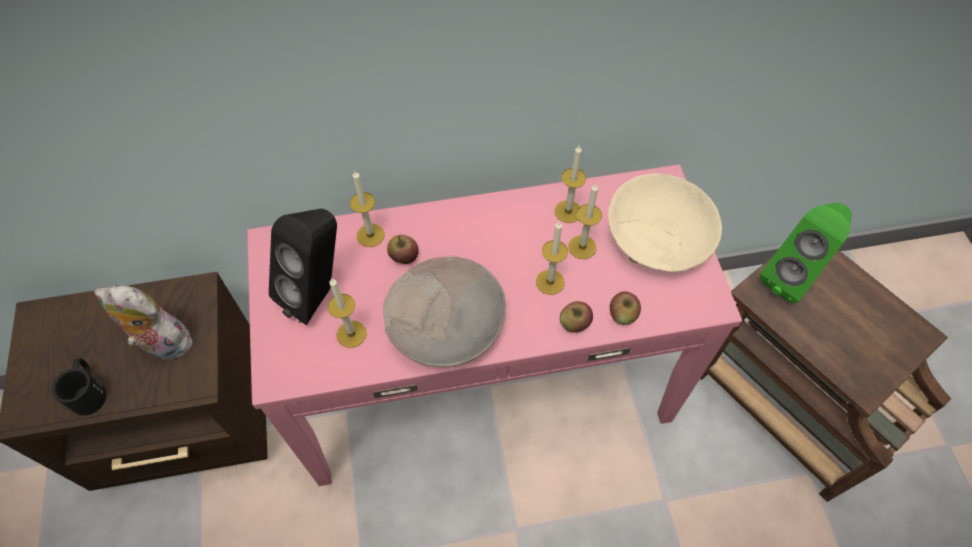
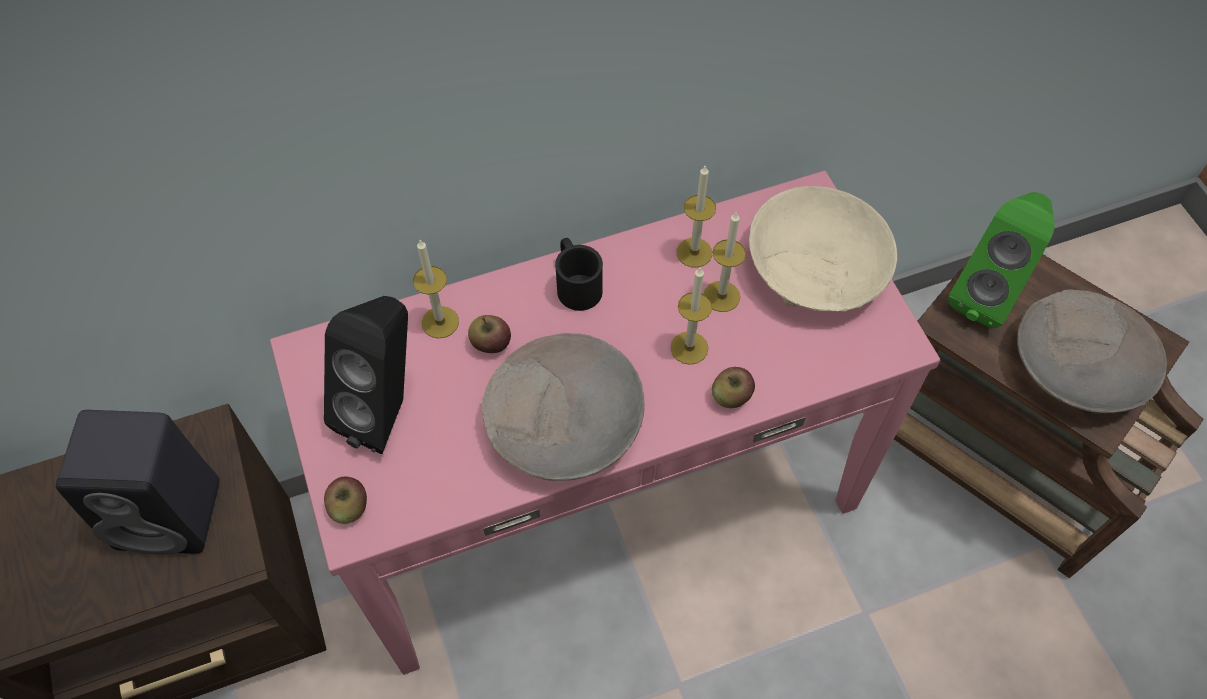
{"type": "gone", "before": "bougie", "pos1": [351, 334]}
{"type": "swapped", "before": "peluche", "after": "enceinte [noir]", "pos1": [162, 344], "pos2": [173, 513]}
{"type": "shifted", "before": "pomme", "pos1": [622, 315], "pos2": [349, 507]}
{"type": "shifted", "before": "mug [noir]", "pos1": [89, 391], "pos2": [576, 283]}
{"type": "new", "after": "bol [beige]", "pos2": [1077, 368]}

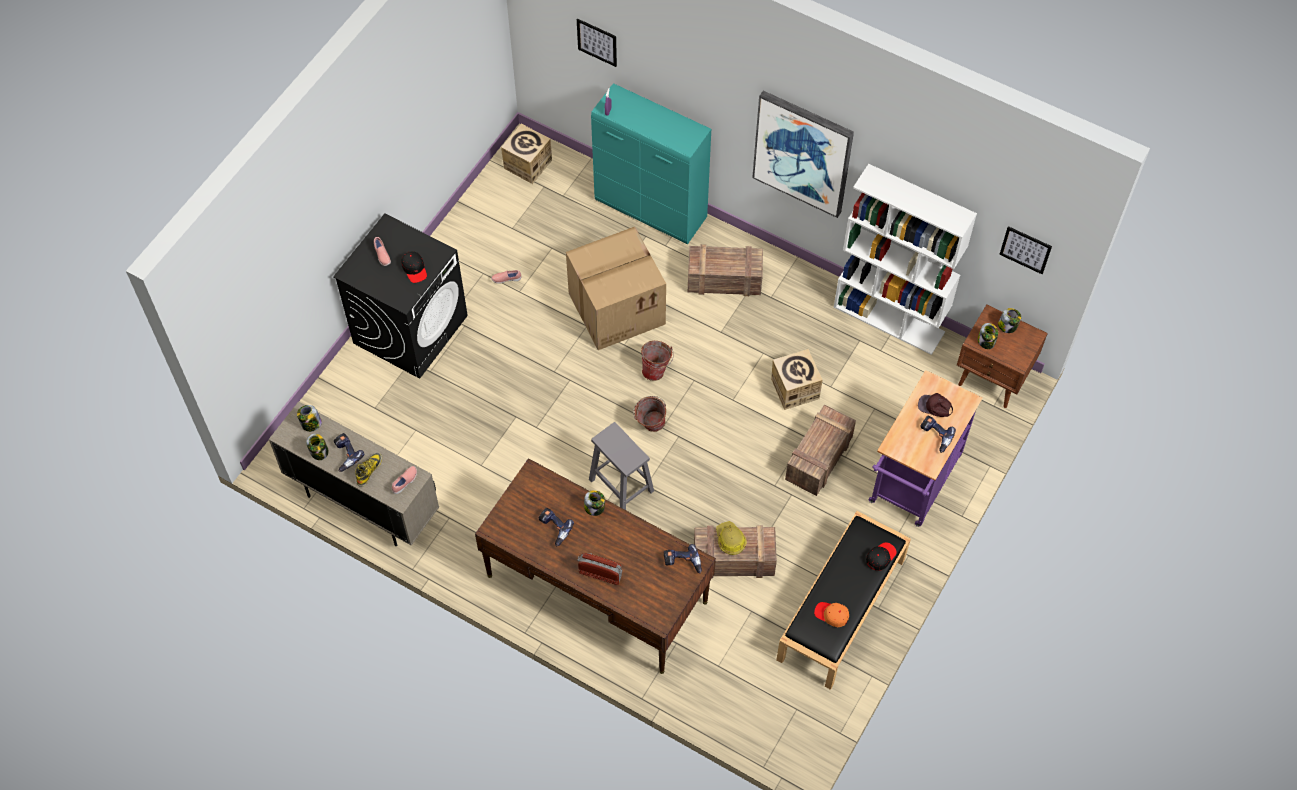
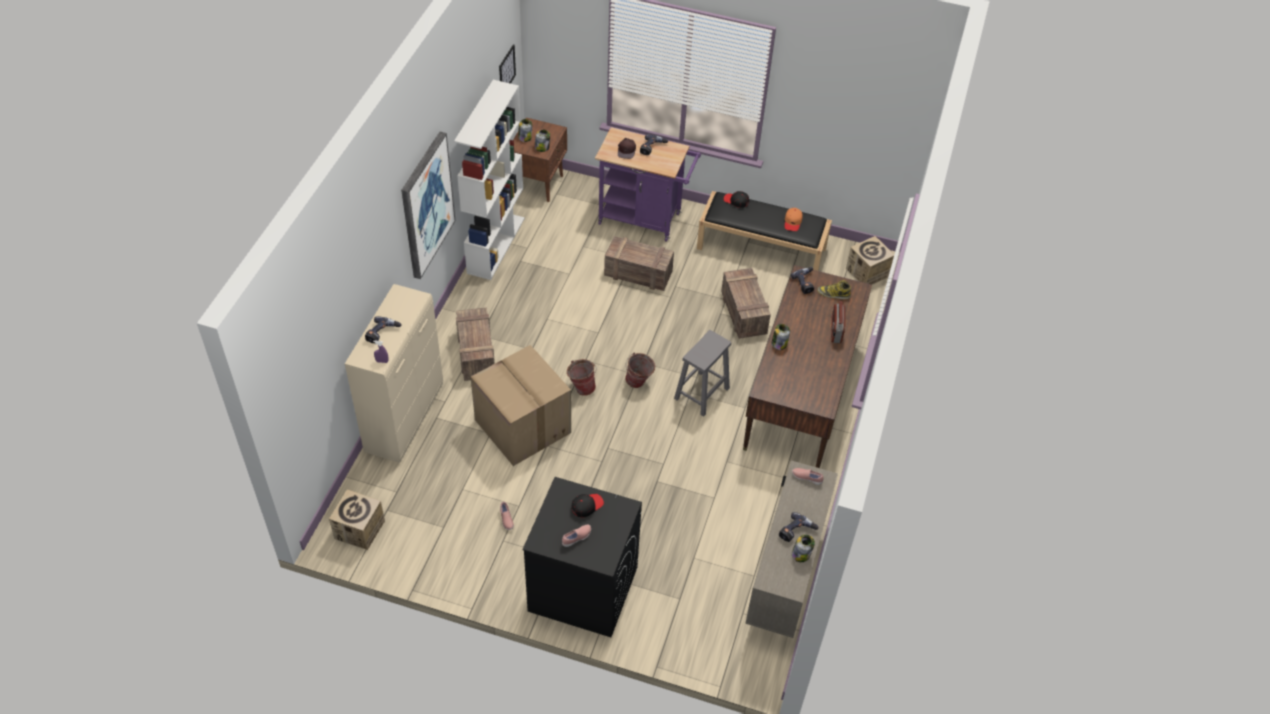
{"type": "gone", "before": "tableau", "pos1": [597, 42]}
{"type": "repainted", "before": "meuble de rangement [turquoise]", "after": "meuble de rangement [beige]", "pos1": [651, 210], "pos2": [405, 418]}
{"type": "shifted", "before": "carton", "pos1": [794, 389], "pos2": [867, 272]}
{"type": "gone", "before": "bocal", "pos1": [311, 424]}
{"type": "shifted", "before": "botte", "pos1": [369, 470], "pos2": [833, 294]}
{"type": "shifted", "before": "perceuse", "pos1": [553, 529], "pos2": [382, 333]}
{"type": "gone", "before": "casque de chantier", "pos1": [730, 540]}

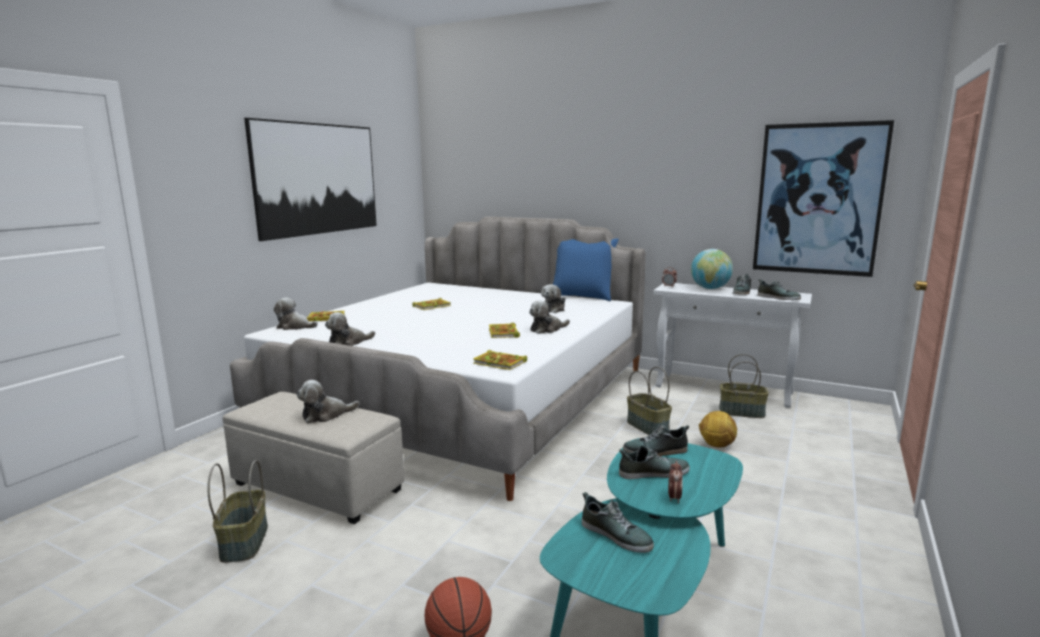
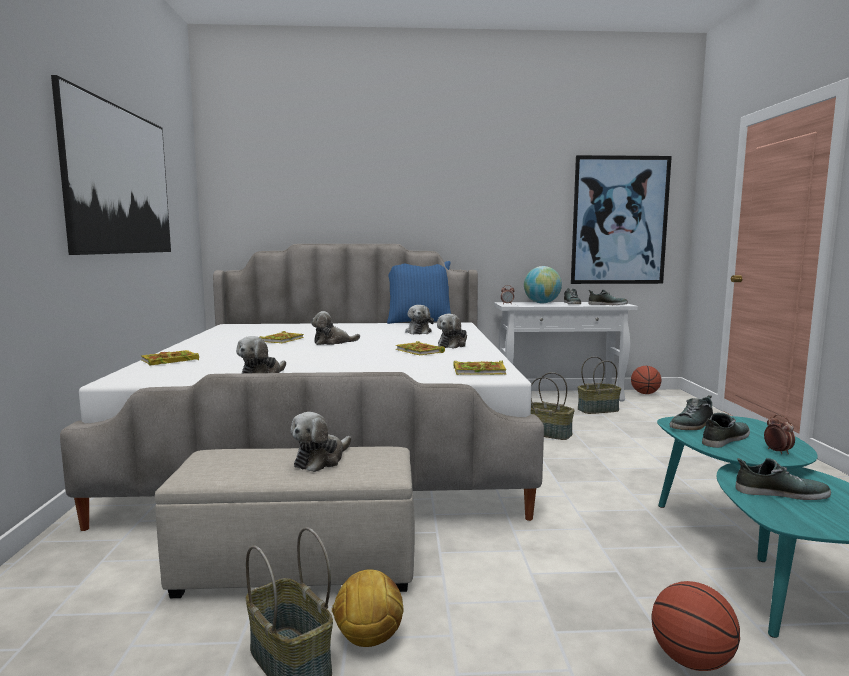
{"type": "shifted", "before": "peluche", "pos1": [295, 327], "pos2": [332, 342]}
{"type": "shifted", "before": "ballon de foot", "pos1": [716, 445], "pos2": [368, 639]}
{"type": "new", "after": "ballon de basket", "pos2": [645, 393]}

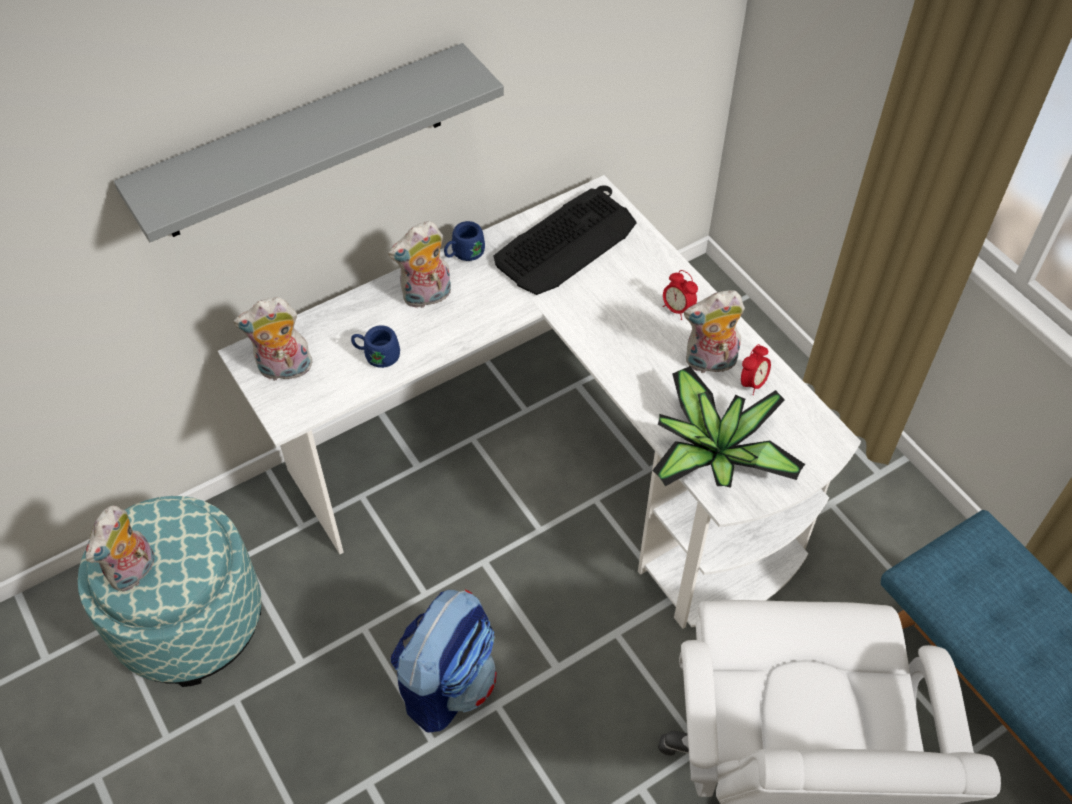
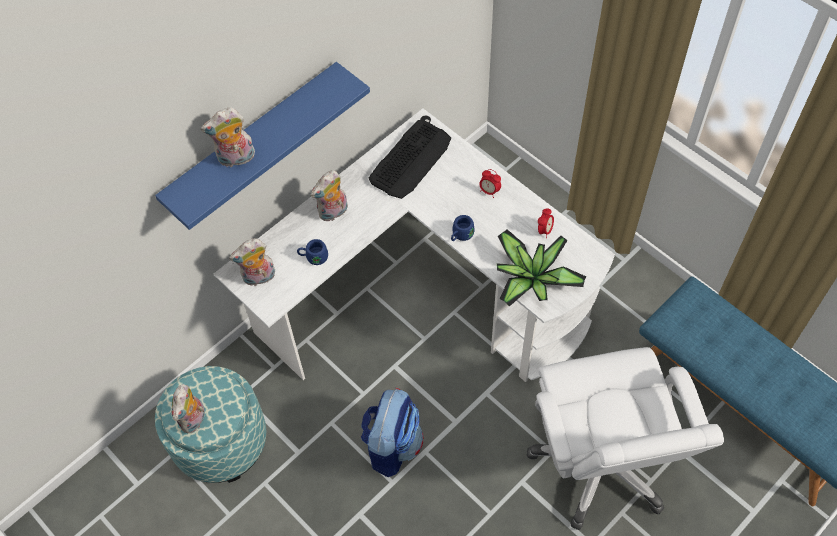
{"type": "repainted", "before": "étagère [gris]", "after": "étagère [bleu]", "pos1": [304, 143], "pos2": [253, 143]}
{"type": "shifted", "before": "mug [bleu]", "pos1": [463, 254], "pos2": [460, 235]}
{"type": "shifted", "before": "peluche", "pos1": [709, 363], "pos2": [236, 159]}

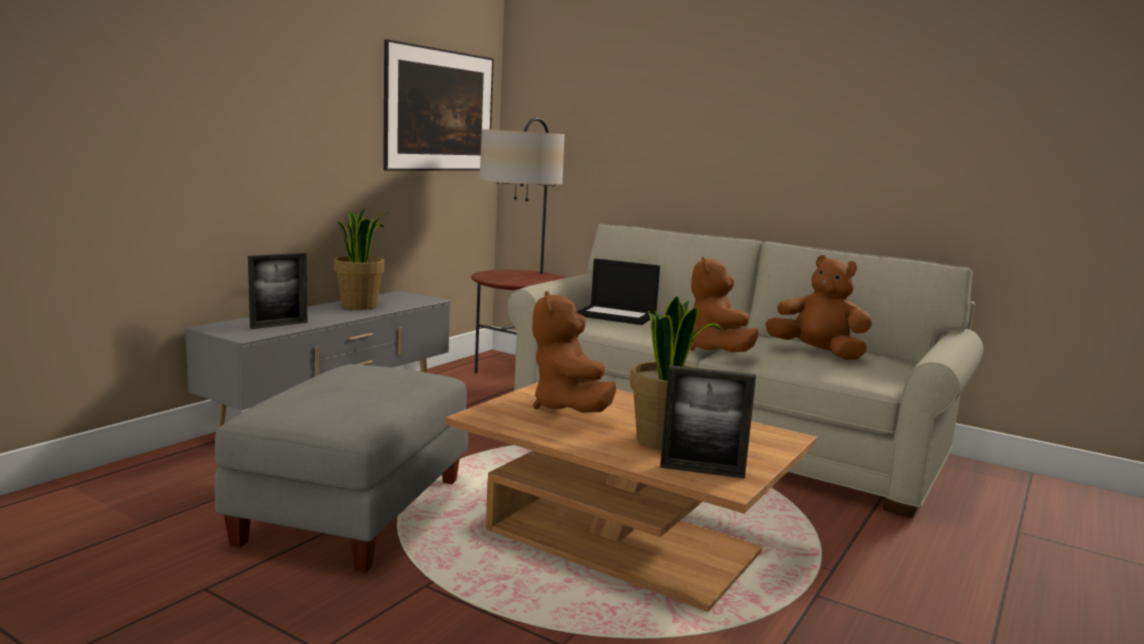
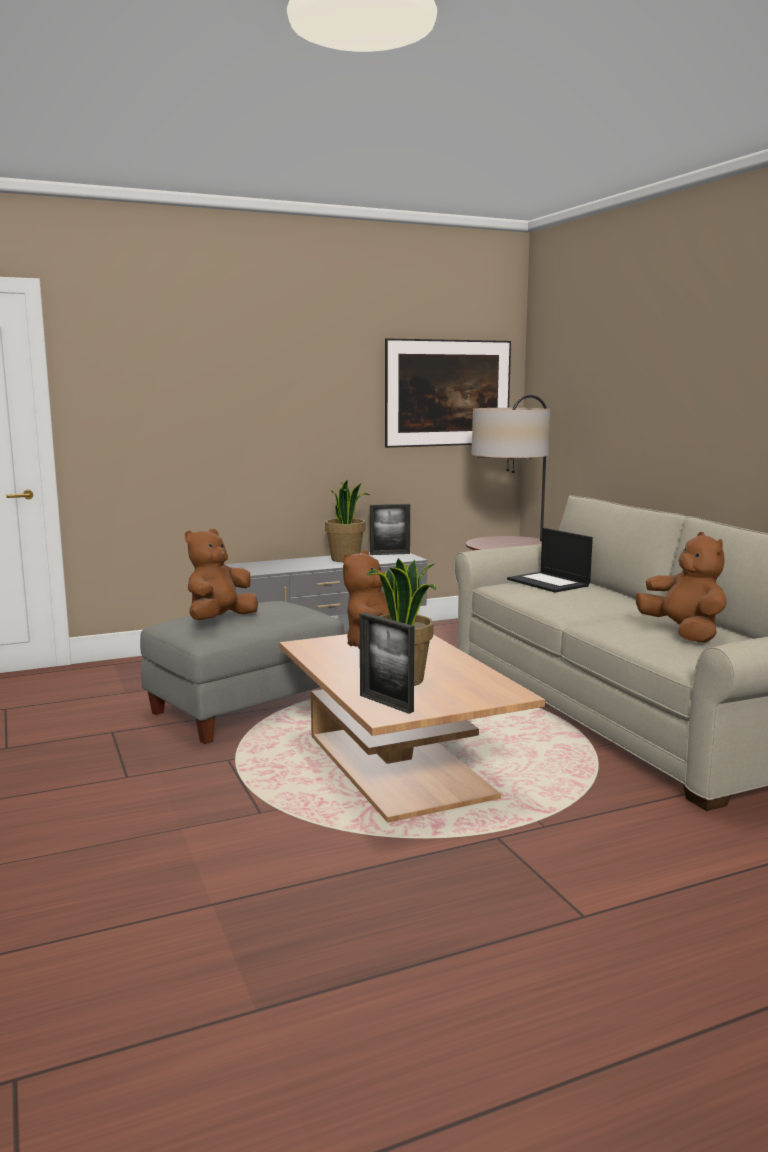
{"type": "shifted", "before": "cadre photo", "pos1": [279, 325], "pos2": [390, 554]}
{"type": "shifted", "before": "peluche [marron]", "pos1": [718, 351], "pos2": [219, 620]}

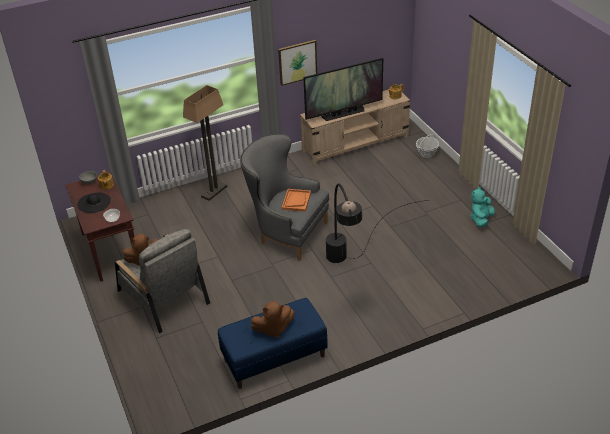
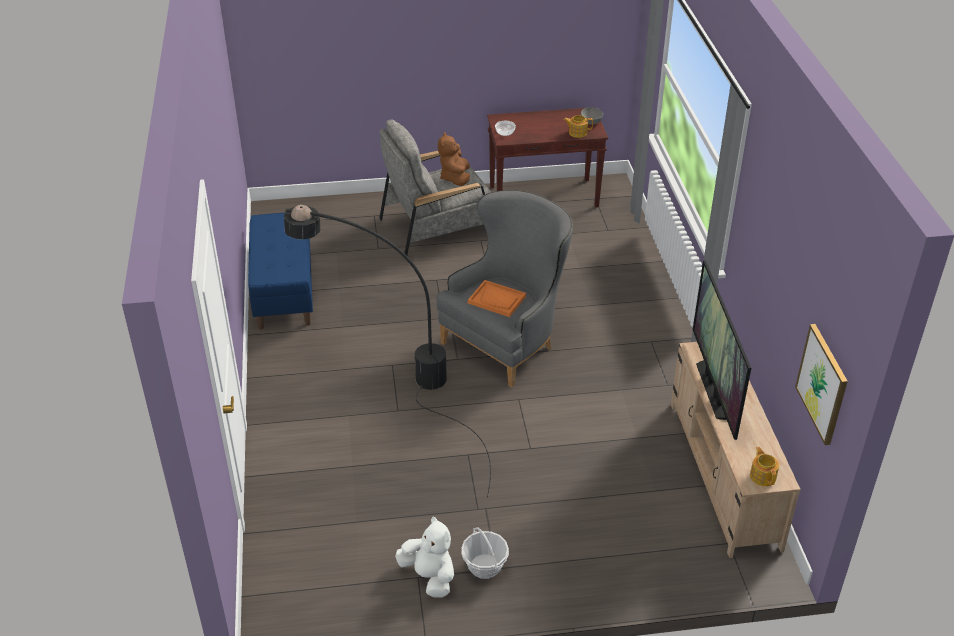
{"type": "shifted", "before": "tableau", "pos1": [297, 62], "pos2": [822, 384]}
{"type": "gone", "before": "lampadaire", "pos1": [214, 191]}
{"type": "shifted", "before": "panier", "pos1": [426, 153], "pos2": [484, 566]}
{"type": "repainted", "before": "peluche [turquoise]", "after": "peluche [blanc]", "pos1": [481, 219], "pos2": [429, 576]}
{"type": "gone", "before": "chapeau [noir]", "pos1": [94, 203]}
{"type": "gone", "before": "peluche [marron]", "pos1": [273, 329]}

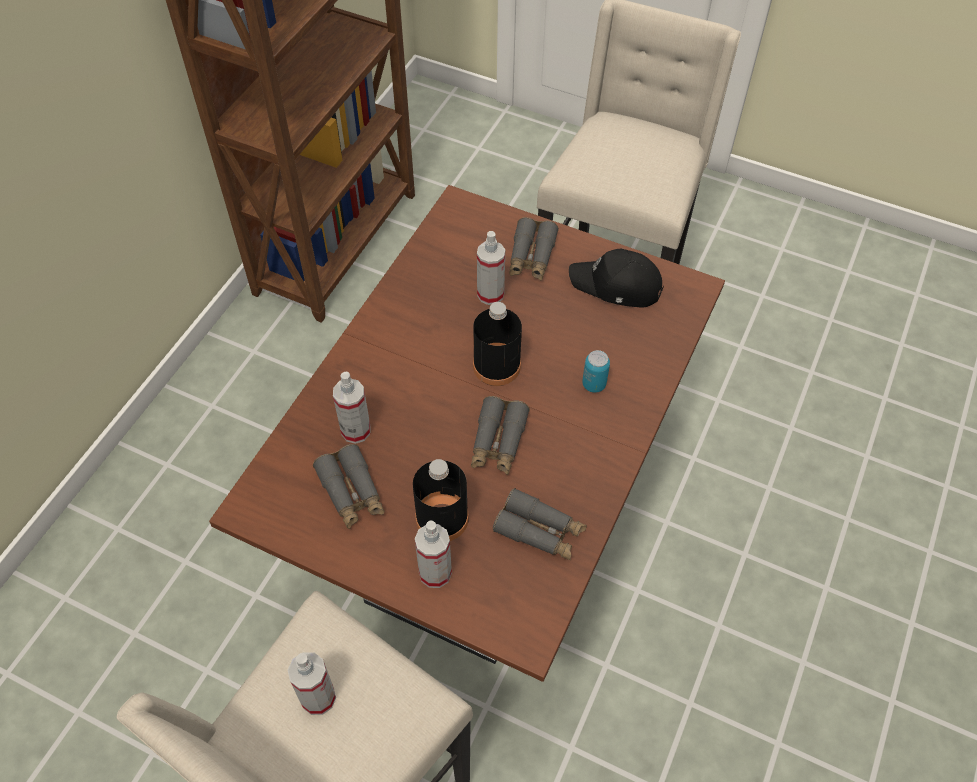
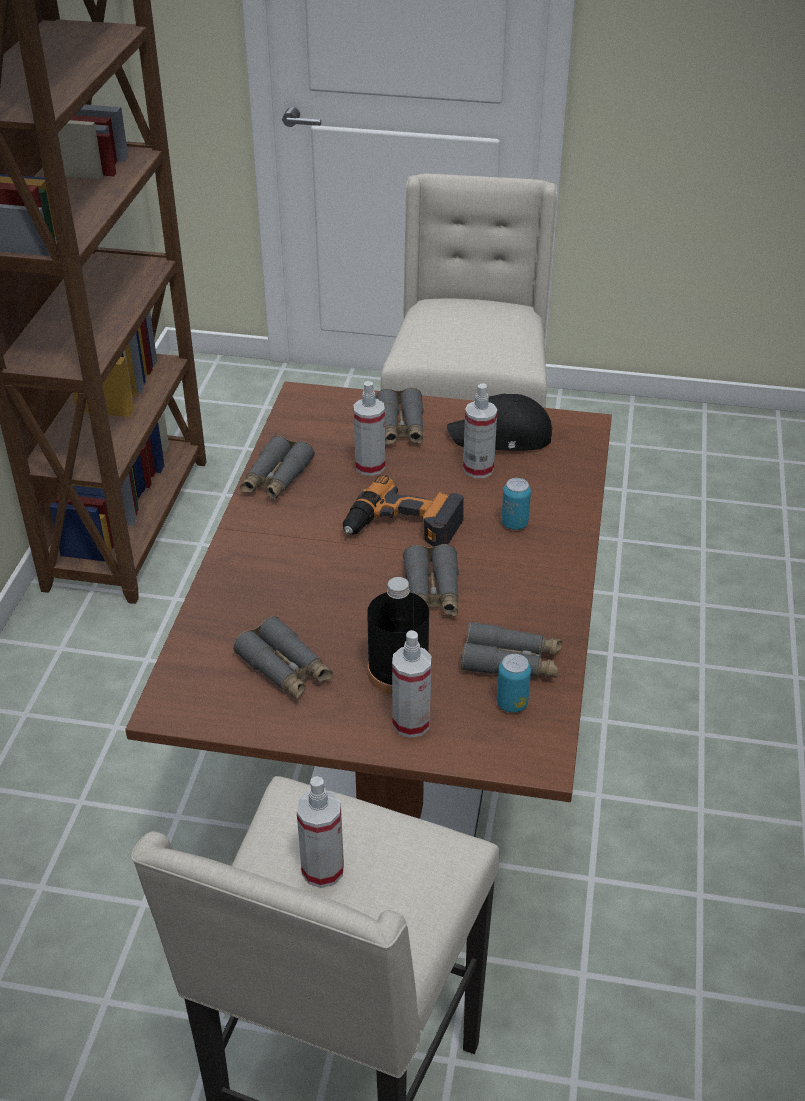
{"type": "swapped", "before": "bouteille [noir]", "after": "perceuse", "pos1": [496, 366], "pos2": [402, 527]}
{"type": "shifted", "before": "vaporisateur", "pos1": [356, 430], "pos2": [478, 469]}
{"type": "new", "after": "jumelles [gris]", "pos2": [276, 479]}
{"type": "new", "after": "boîte métallique", "pos2": [512, 703]}

